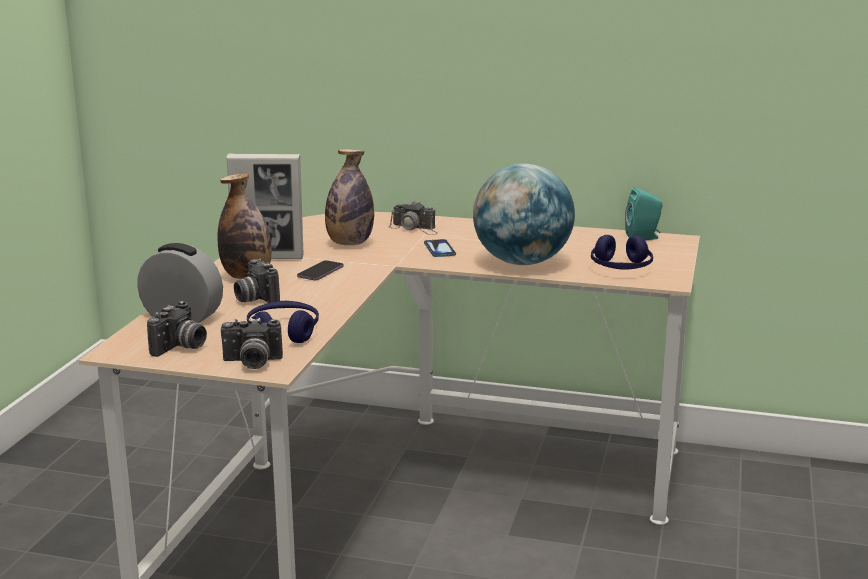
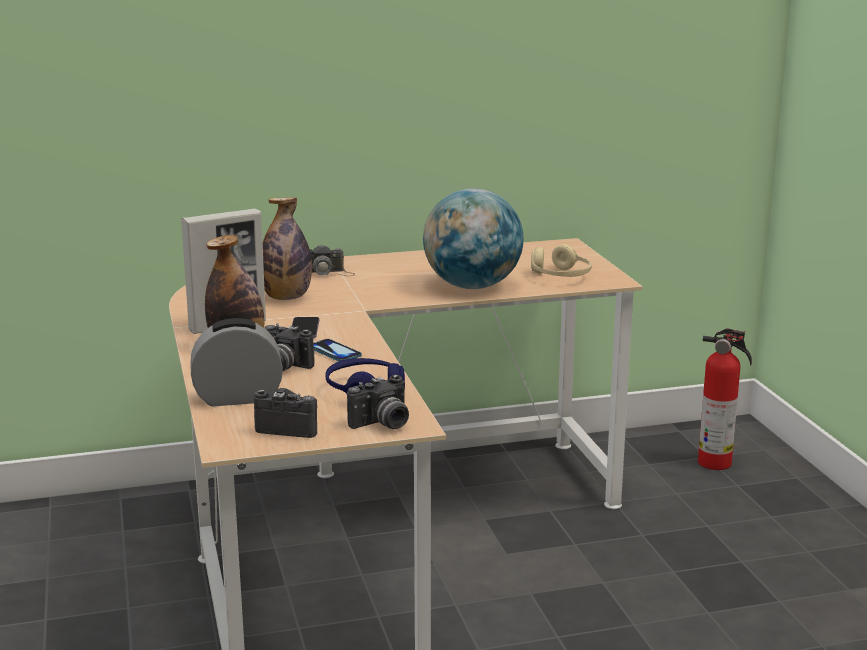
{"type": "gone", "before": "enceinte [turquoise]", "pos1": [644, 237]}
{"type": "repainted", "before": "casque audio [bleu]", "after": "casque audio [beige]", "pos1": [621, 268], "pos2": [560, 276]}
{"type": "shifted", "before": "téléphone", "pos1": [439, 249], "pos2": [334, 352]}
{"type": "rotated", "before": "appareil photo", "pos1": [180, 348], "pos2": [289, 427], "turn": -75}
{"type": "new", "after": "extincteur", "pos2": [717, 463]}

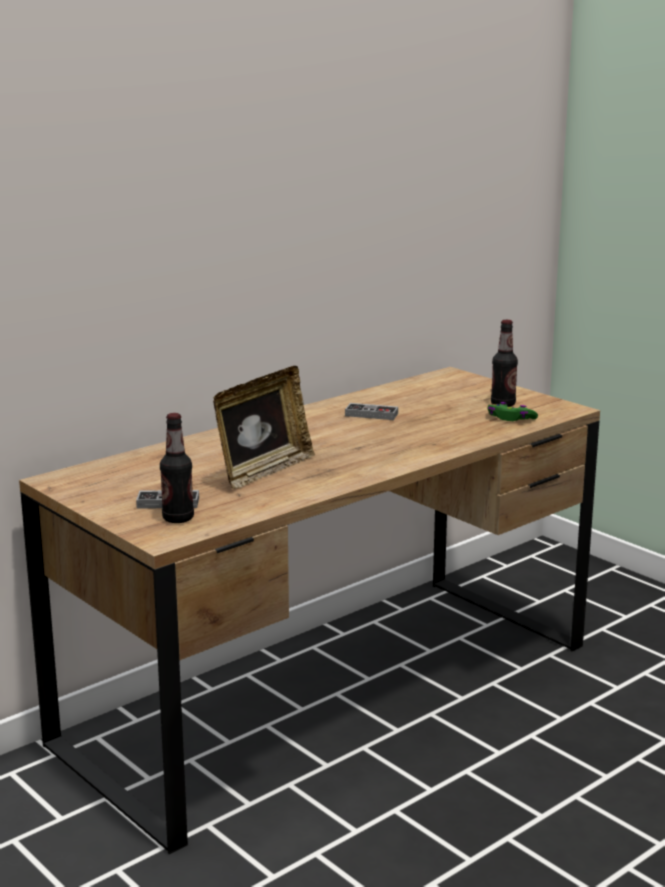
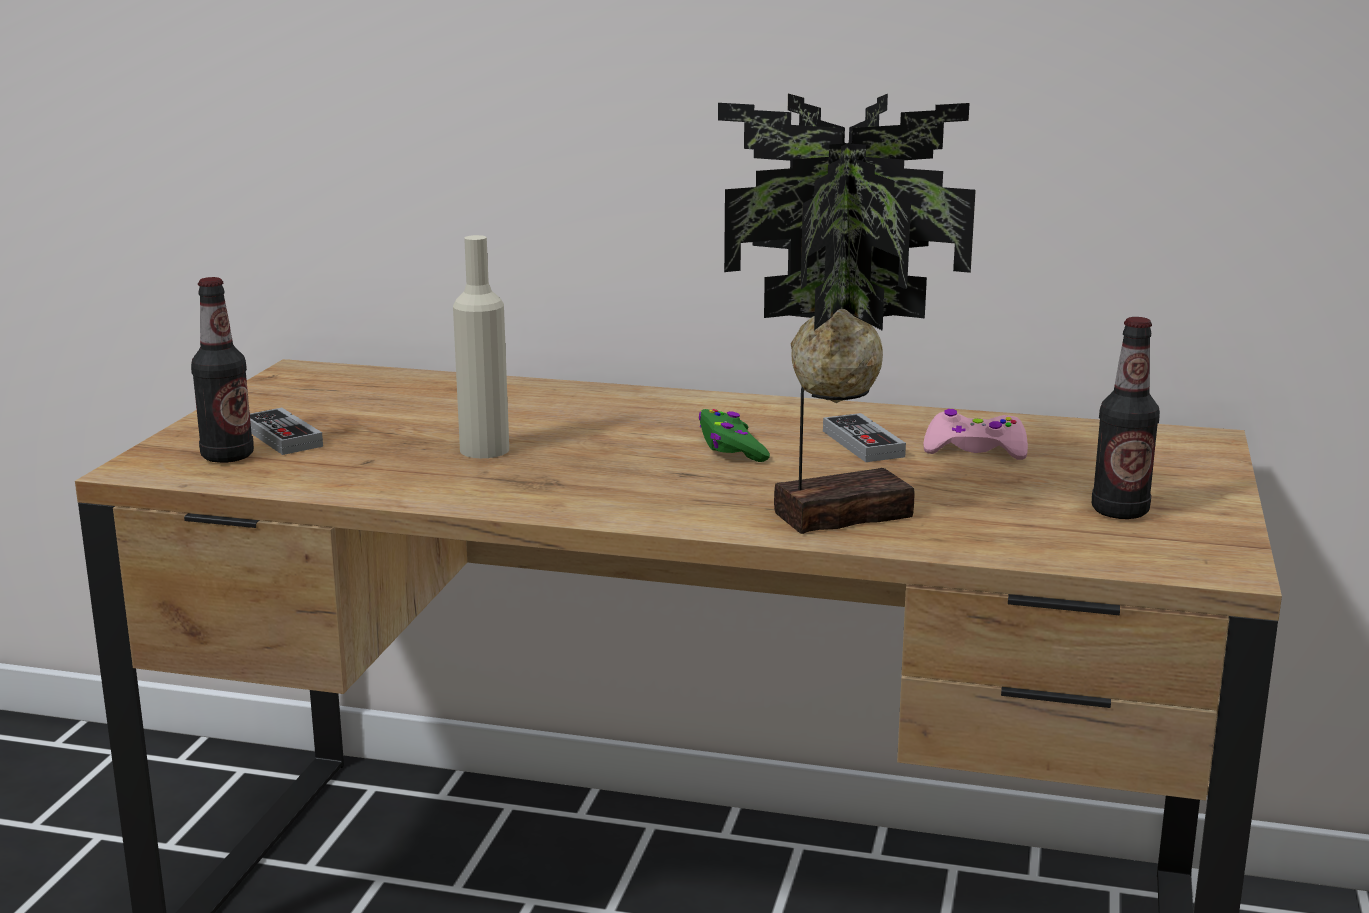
{"type": "swapped", "before": "cadre photo", "after": "bouteille [beige]", "pos1": [263, 471], "pos2": [484, 450]}
{"type": "shifted", "before": "manette [vert]", "pos1": [510, 419], "pos2": [731, 448]}
{"type": "new", "after": "plante en pot", "pos2": [835, 512]}
{"type": "new", "after": "manette [rose]", "pos2": [975, 449]}

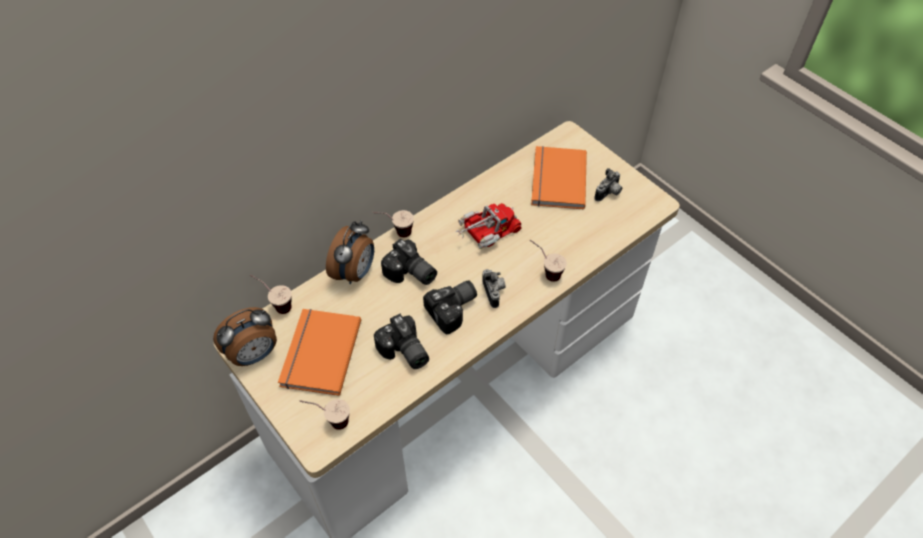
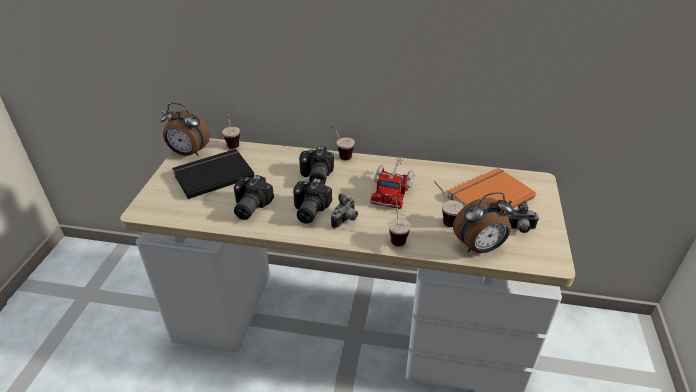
{"type": "rotated", "before": "camion jouet", "pos1": [485, 233], "pos2": [392, 189], "turn": 90}
{"type": "shifted", "before": "réveil", "pos1": [355, 272], "pos2": [480, 248]}
{"type": "rotated", "before": "appareil photo", "pos1": [454, 310], "pos2": [308, 210], "turn": 90}
{"type": "repainted", "before": "livre [orange]", "after": "livre [noir]", "pos1": [318, 353], "pos2": [212, 174]}
{"type": "shifted", "before": "tasse", "pos1": [329, 421], "pos2": [444, 218]}

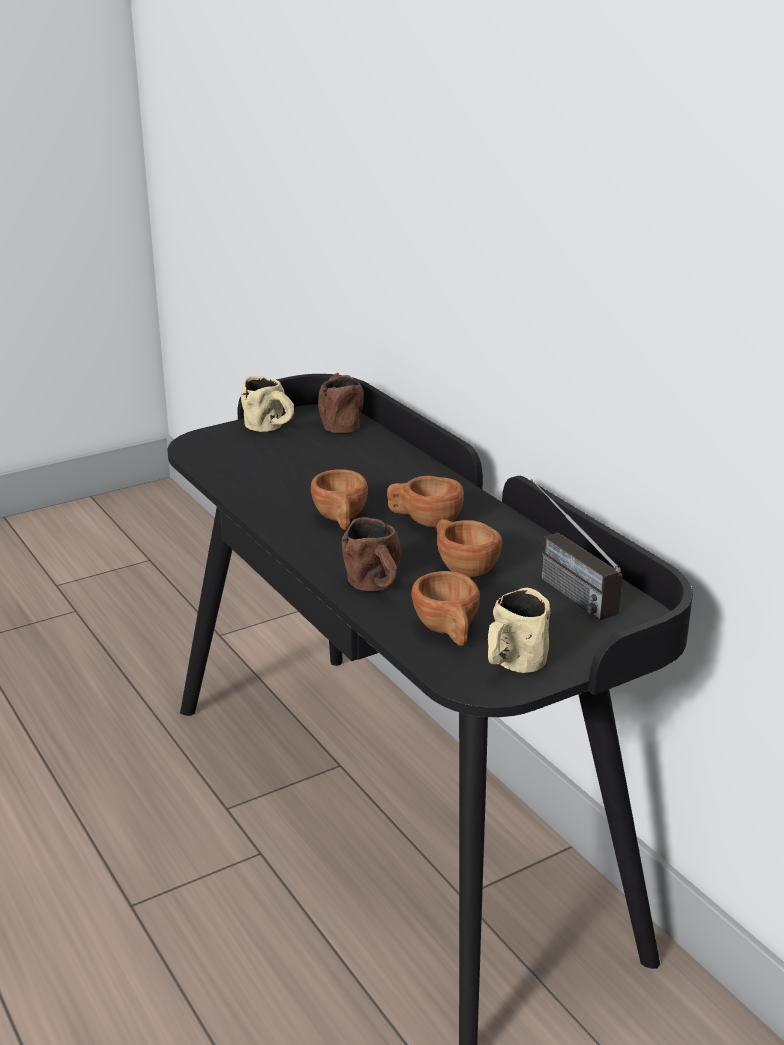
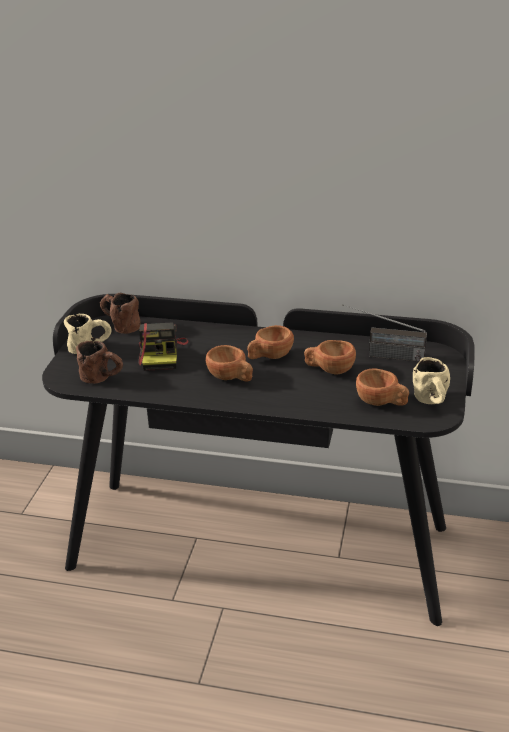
{"type": "shifted", "before": "mug [marron]", "pos1": [377, 588], "pos2": [103, 378]}
{"type": "new", "after": "appareil photo", "pos2": [162, 354]}

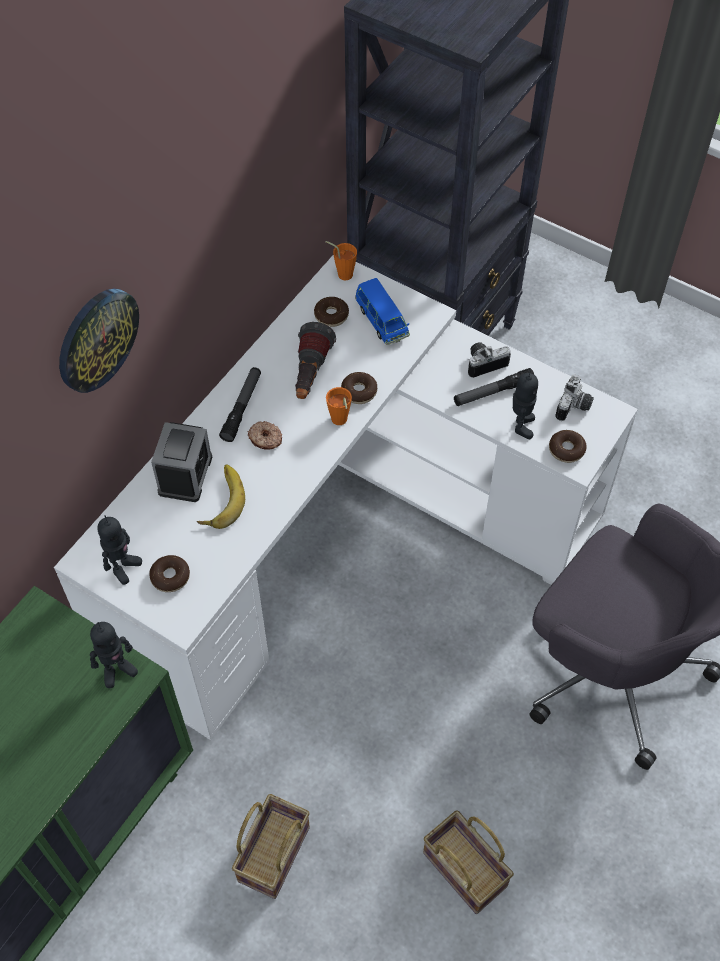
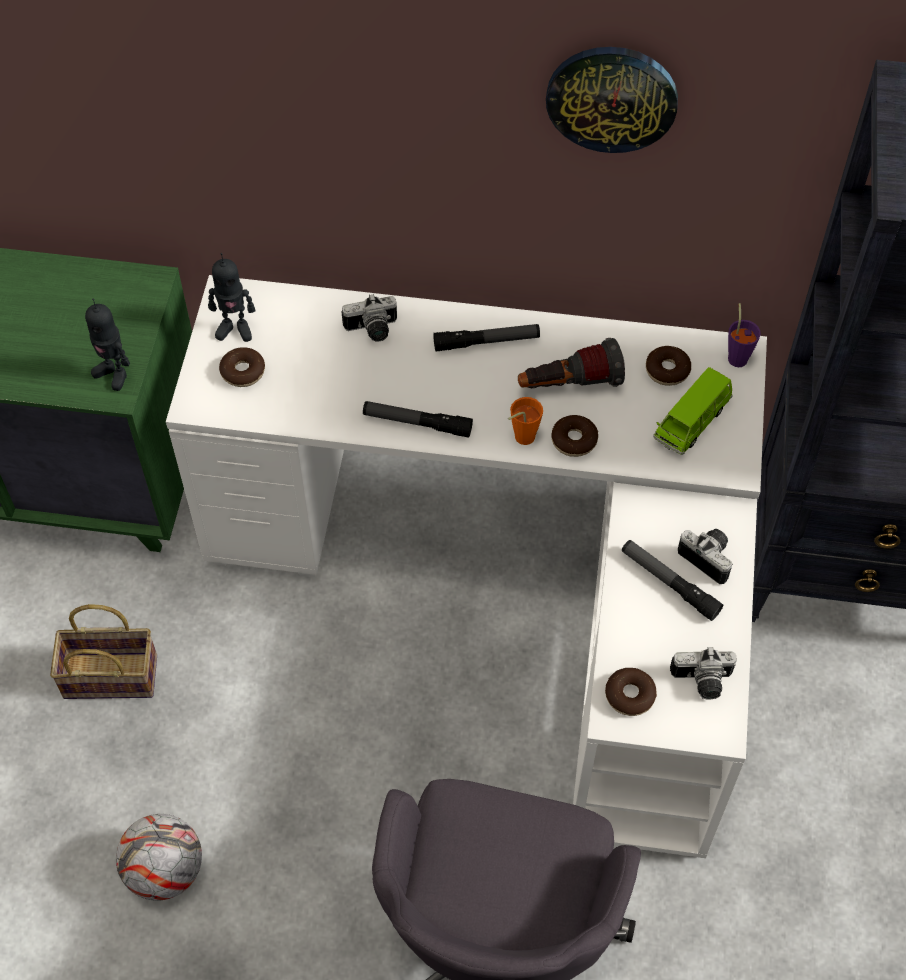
{"type": "repainted", "before": "tasse [orange]", "after": "tasse [violet]", "pos1": [342, 273], "pos2": [737, 355]}
{"type": "repainted", "before": "petite voiture [bleu]", "after": "petite voiture [vert]", "pos1": [381, 321], "pos2": [691, 422]}
{"type": "shifted", "before": "horloge murale", "pos1": [97, 339], "pos2": [612, 98]}
{"type": "gone", "before": "robot jouet", "pos1": [521, 426]}
{"type": "gone", "before": "beignet", "pos1": [265, 439]}
{"type": "swapped", "before": "réveil", "after": "appareil photo", "pos1": [185, 474], "pos2": [372, 330]}
{"type": "gone", "before": "banane", "pos1": [220, 500]}
{"type": "swapped", "before": "panier", "after": "ballon de foot", "pos1": [462, 869], "pos2": [165, 870]}
{"type": "new", "after": "lampe de poche", "pos2": [417, 423]}

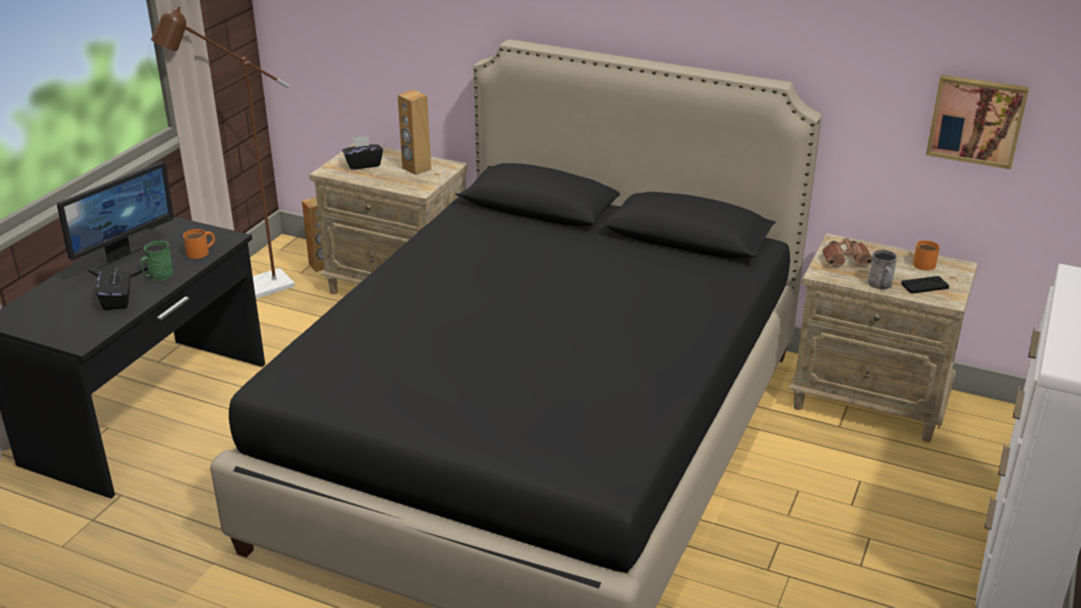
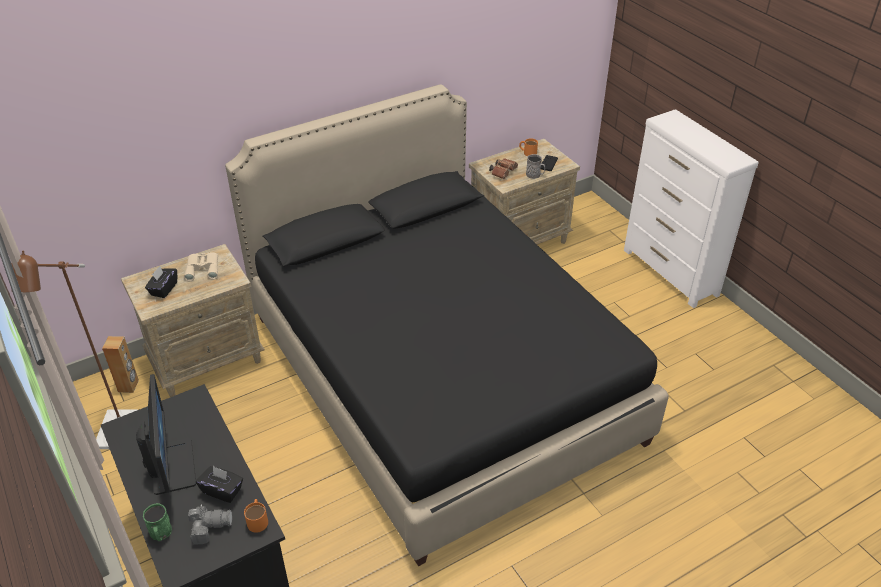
{"type": "gone", "before": "tableau", "pos1": [976, 120]}
{"type": "swapped", "before": "enceinte [marron]", "after": "jumelles [beige]", "pos1": [416, 169], "pos2": [203, 268]}
{"type": "shifted", "before": "mug [orange]", "pos1": [202, 251], "pos2": [257, 519]}
{"type": "shifted", "before": "mug [vert]", "pos1": [158, 276], "pos2": [161, 533]}
{"type": "new", "after": "appareil photo", "pos2": [209, 527]}

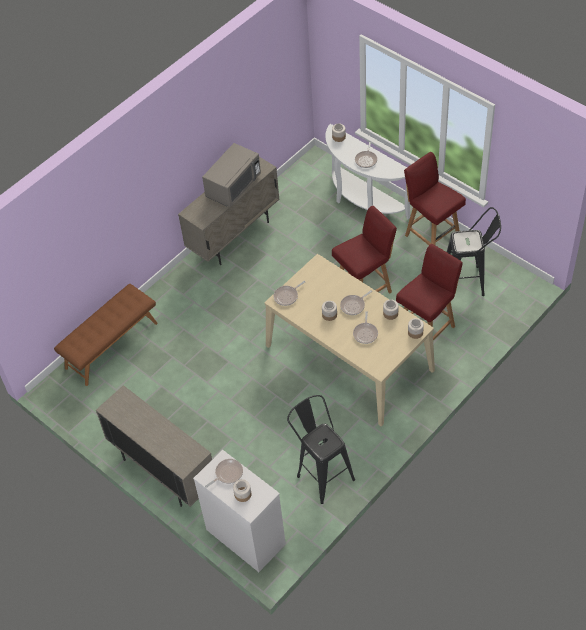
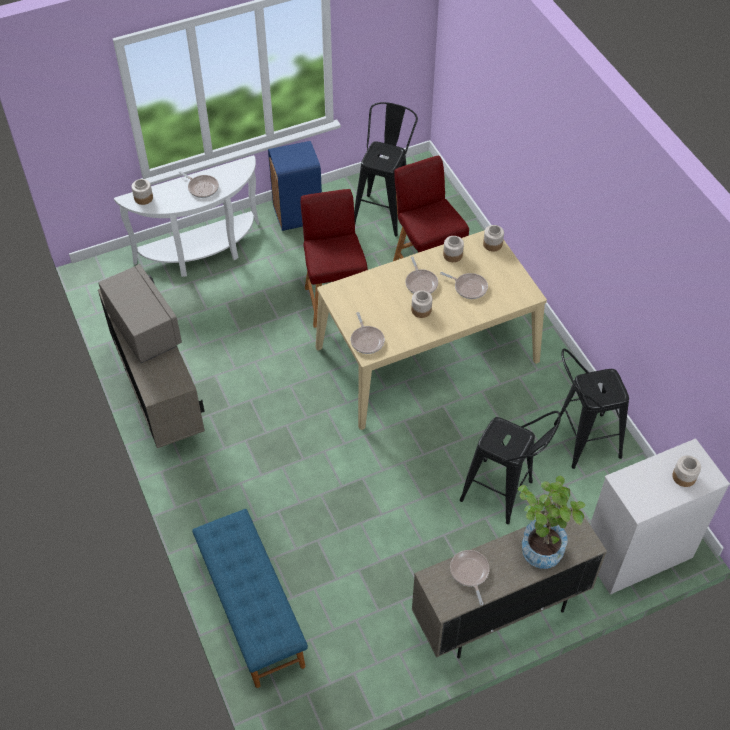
{"type": "swapped", "before": "chaise [rouge]", "after": "poubelle [bleu]", "pos1": [431, 235], "pos2": [297, 214]}
{"type": "repainted", "before": "banc [marron]", "after": "banc [bleu]", "pos1": [111, 345], "pos2": [251, 610]}
{"type": "shifted", "before": "poêle", "pos1": [227, 474], "pos2": [469, 573]}
{"type": "new", "after": "tabouret [noir]", "pos2": [503, 495]}
{"type": "new", "after": "plante en pot", "pos2": [542, 544]}

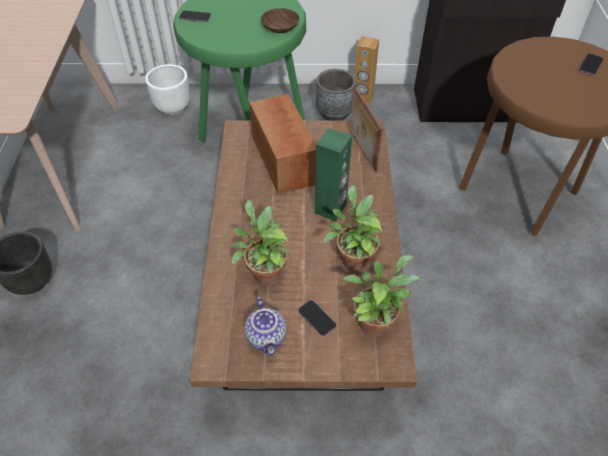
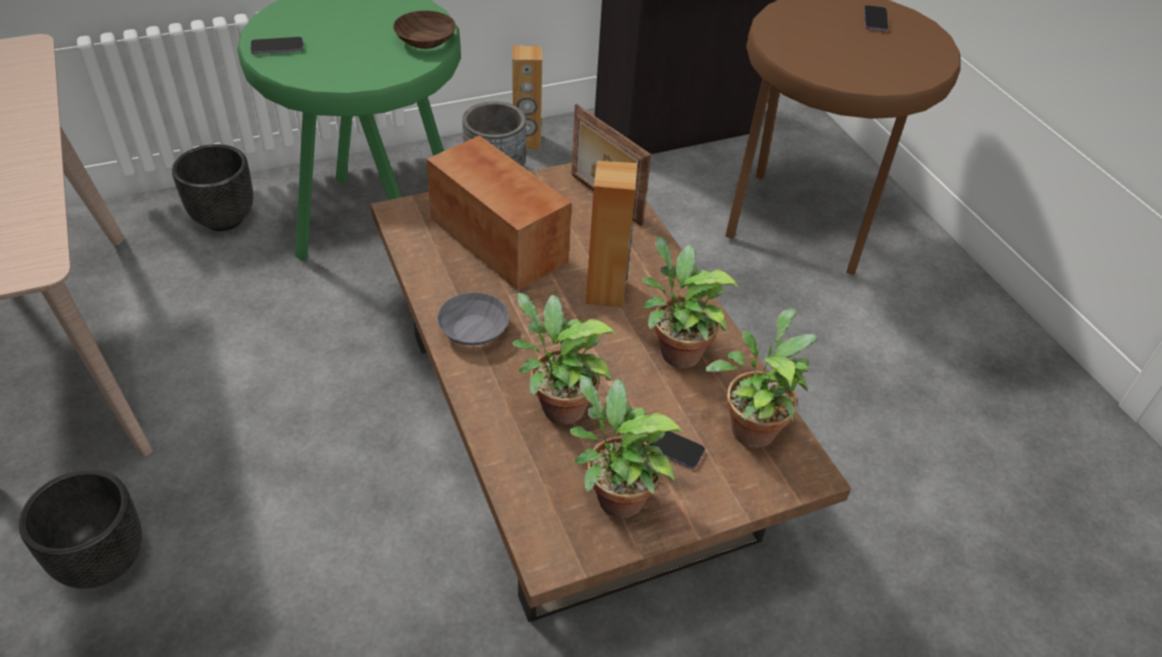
{"type": "repainted", "before": "cache-pot [blanc]", "after": "cache-pot [noir]", "pos1": [173, 108], "pos2": [223, 218]}
{"type": "repainted", "before": "enceinte [vert]", "after": "enceinte [marron]", "pos1": [331, 208], "pos2": [606, 291]}
{"type": "swapped", "before": "théière", "after": "plante en pot", "pos1": [267, 337], "pos2": [614, 496]}
{"type": "new", "after": "bol [gris]", "pos2": [474, 329]}

